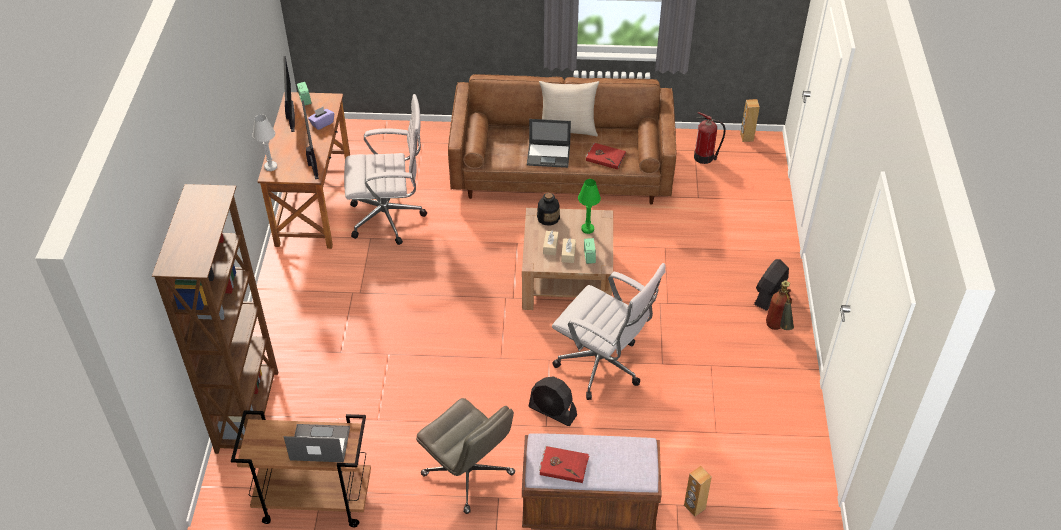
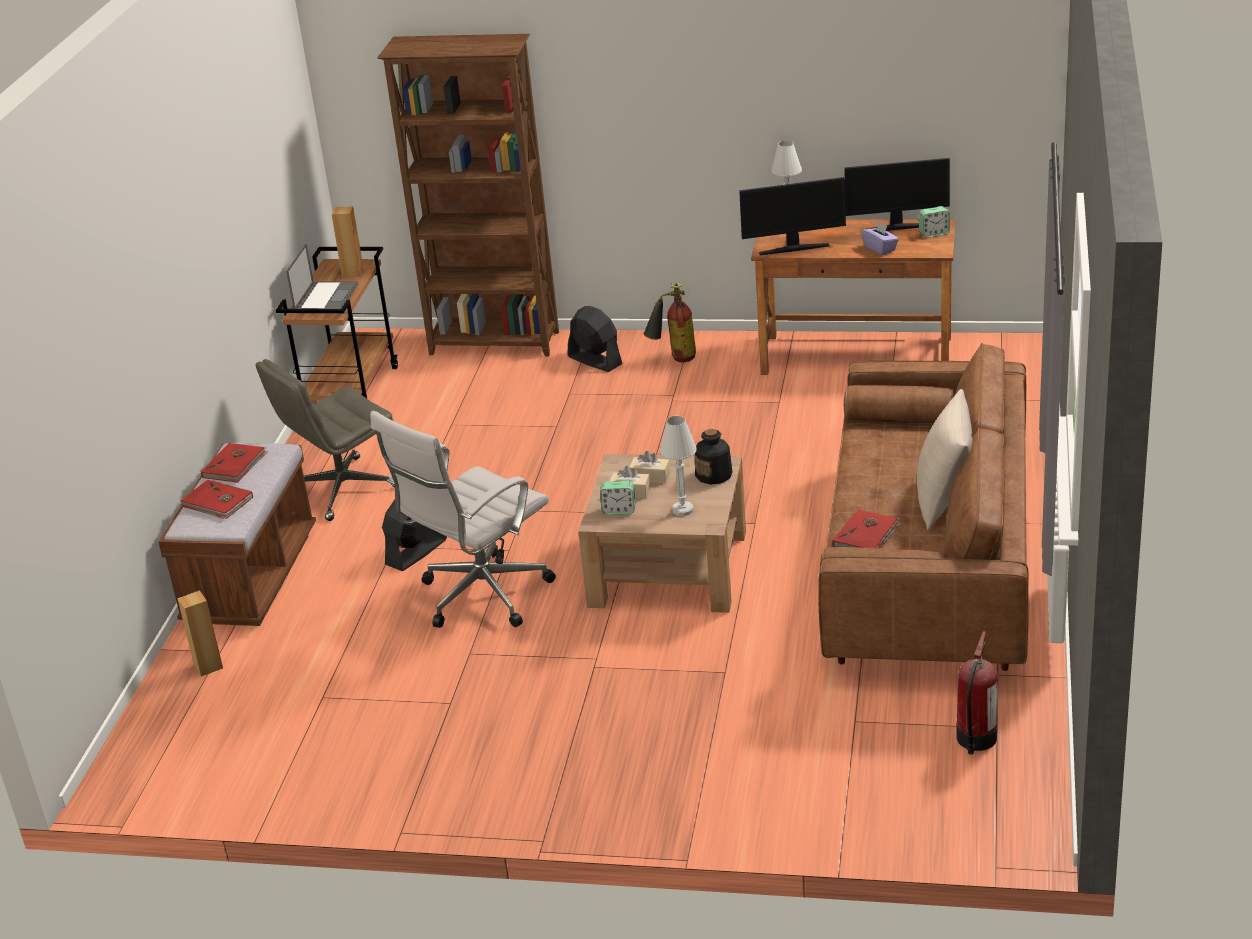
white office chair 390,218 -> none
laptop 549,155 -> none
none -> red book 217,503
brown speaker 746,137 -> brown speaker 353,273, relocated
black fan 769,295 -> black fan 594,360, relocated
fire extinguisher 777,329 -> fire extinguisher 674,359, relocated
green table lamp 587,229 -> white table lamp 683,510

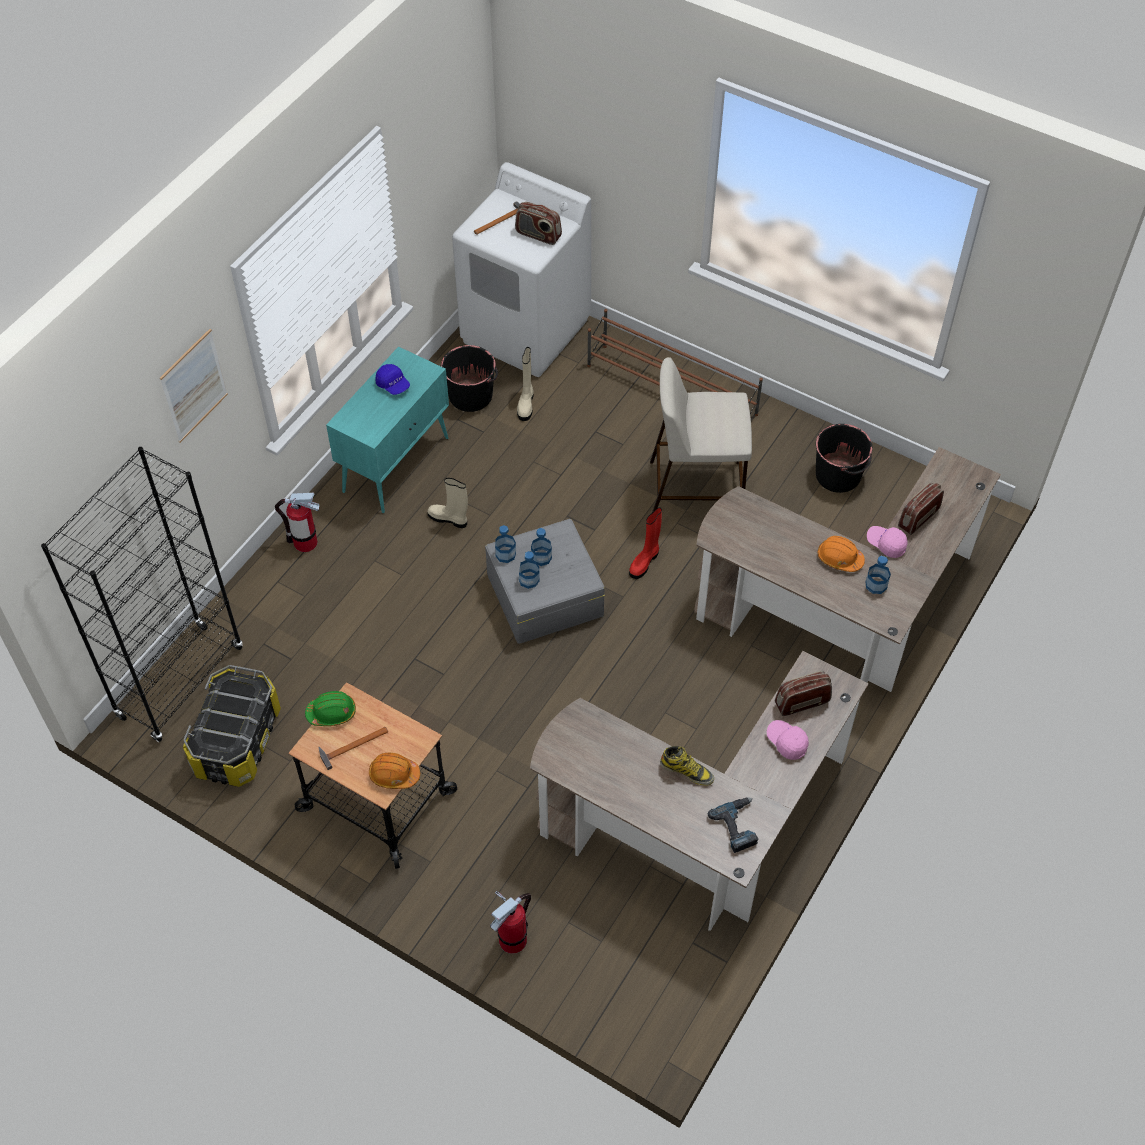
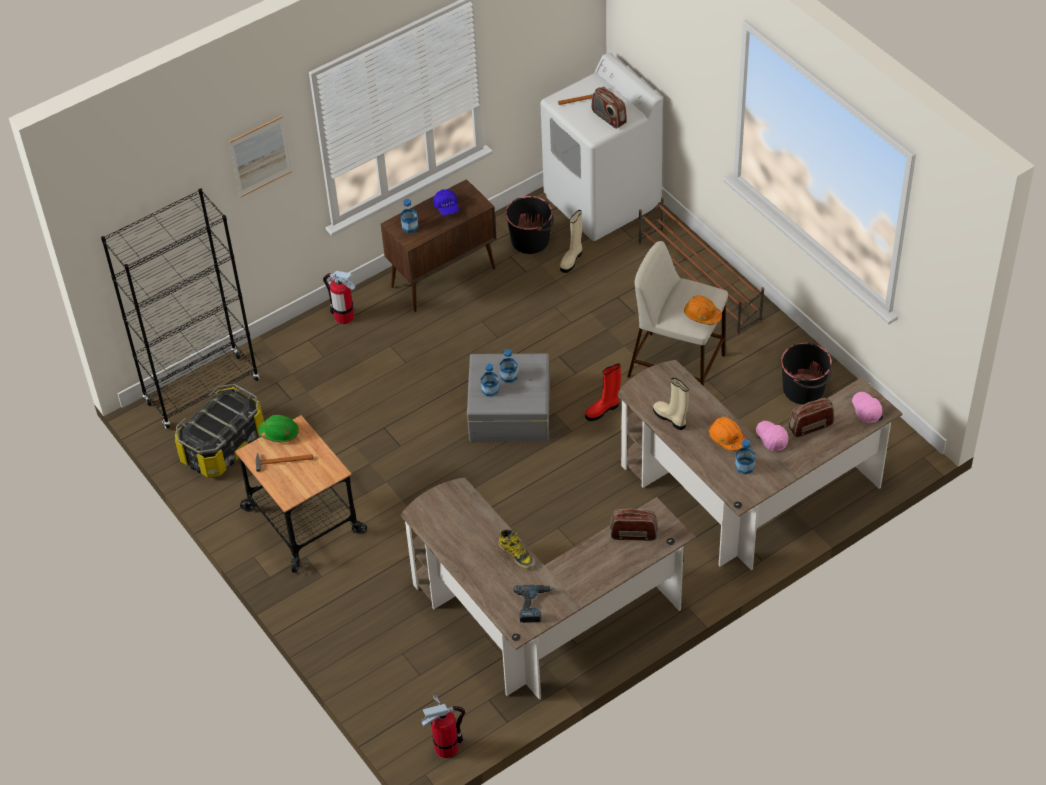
orange hard hat 394,774 -> orange hard hat 702,315, relocated
beige boot 449,519 -> beige boot 671,418, relocated
fire extinguisher 513,939 -> fire extinguisher 446,747, relocated
bottle 505,554 -> bottle 410,227, relocated
pink cap 786,742 -> pink cap 866,410, relocated
turquoise cabinet 396,464 -> brown cabinet 444,277

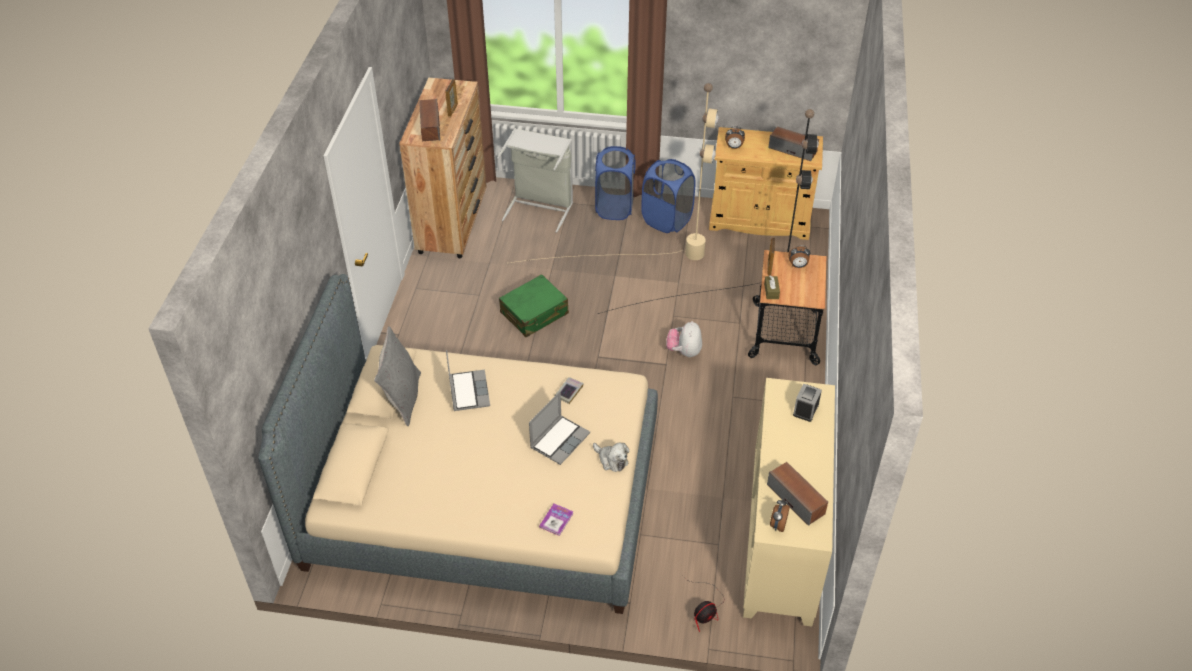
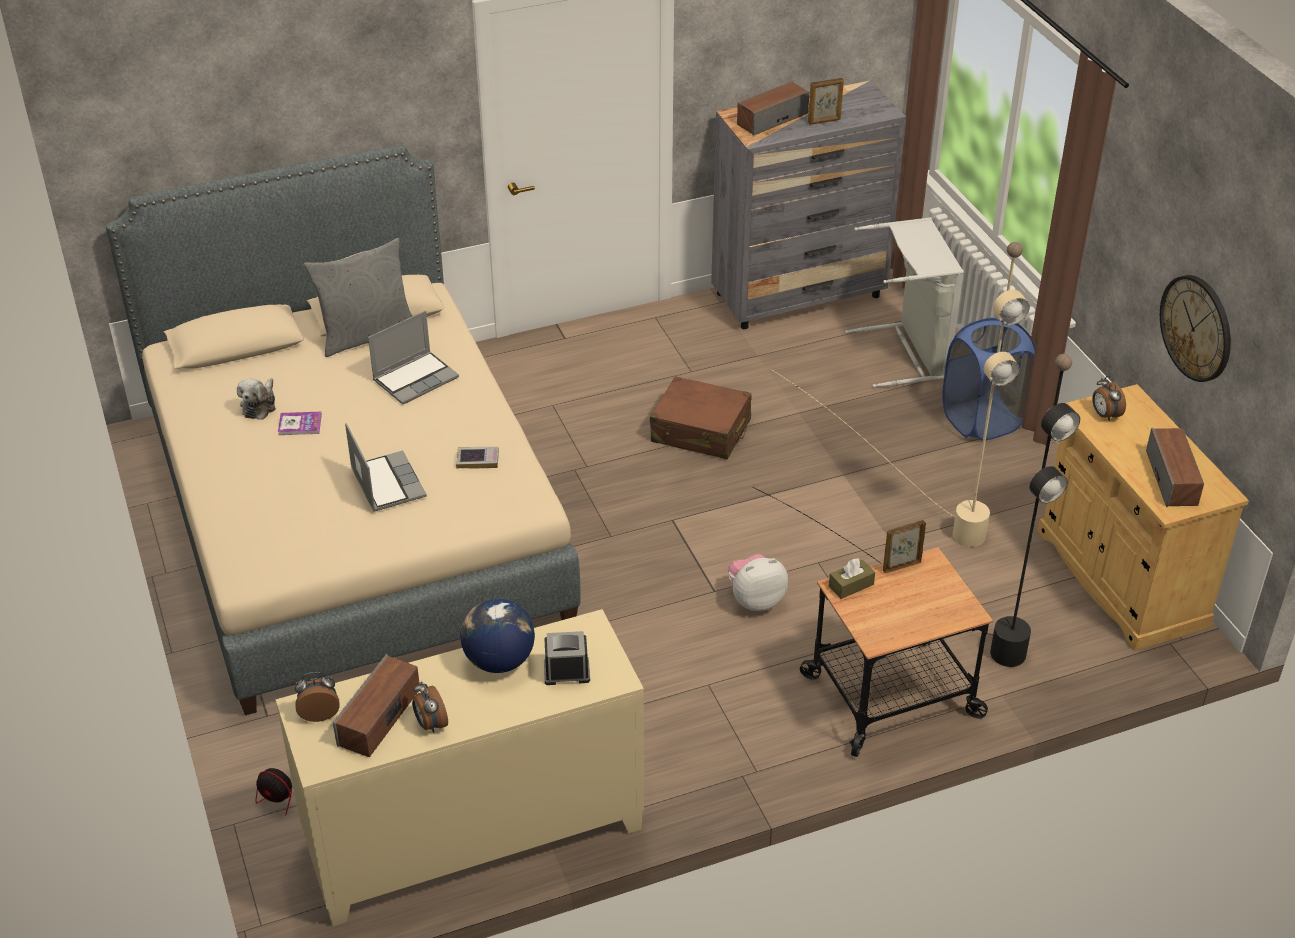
blue laundry basket 667,220 -> none
none -> globe 499,661
none -> wall clock 1196,328
book 556,520 -> book 300,424, relocated
plush toy 611,460 -> plush toy 259,405, relocated
alarm clock 798,266 -> alarm clock 430,724, relocated
brown dresser 452,223 -> grey dresser 800,295
green suitcase 534,313 -> brown suitcase 701,431
laptop 559,440 -> laptop 386,483, 120 degrees counterclockwise

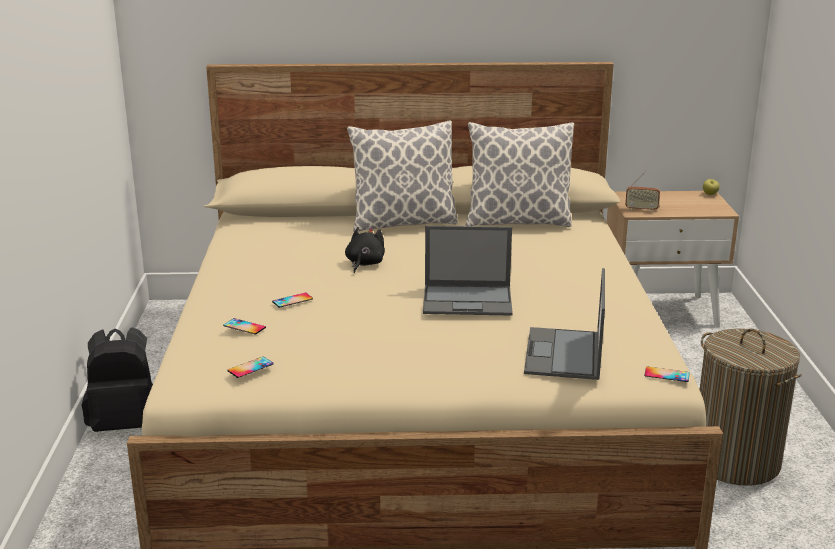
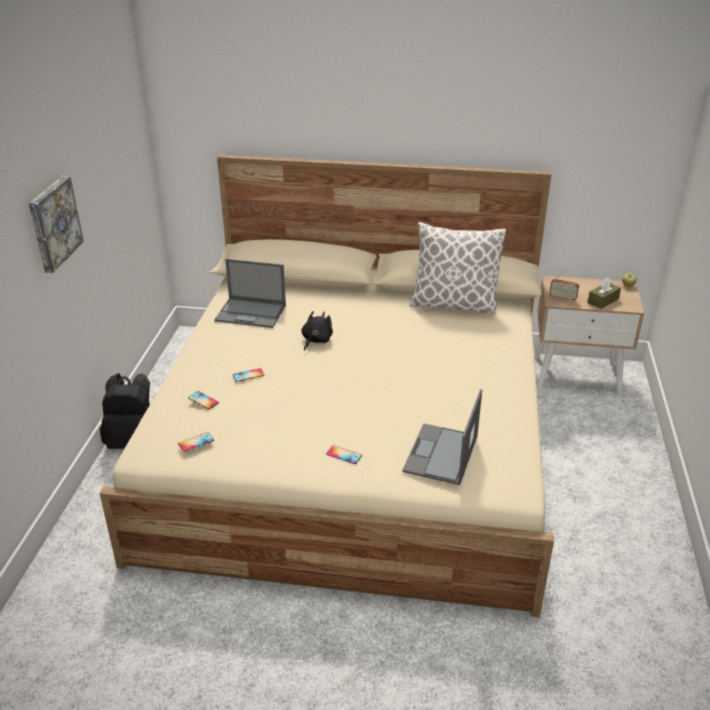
pillow 403,223 -> none
laundry basket 735,461 -> none
none -> picture 53,223
none -> brown tissue box 603,301
laptop 468,300 -> laptop 251,313, relocated
phone 667,374 -> phone 344,455, relocated

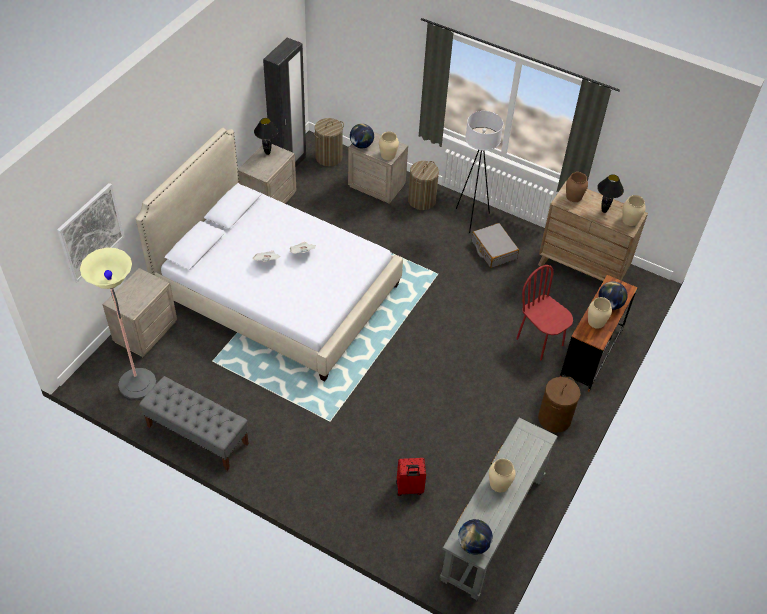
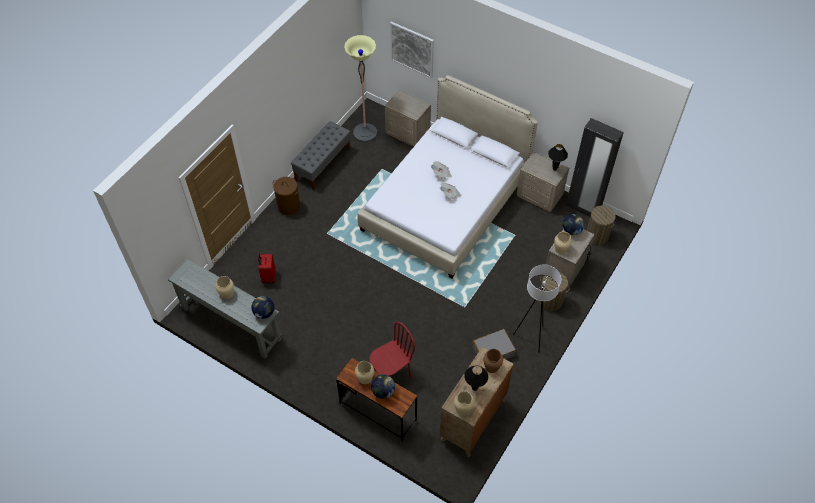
globe 473,544 -> globe 264,313, relocated
brown laundry basket 554,419 -> brown laundry basket 288,206, relocated

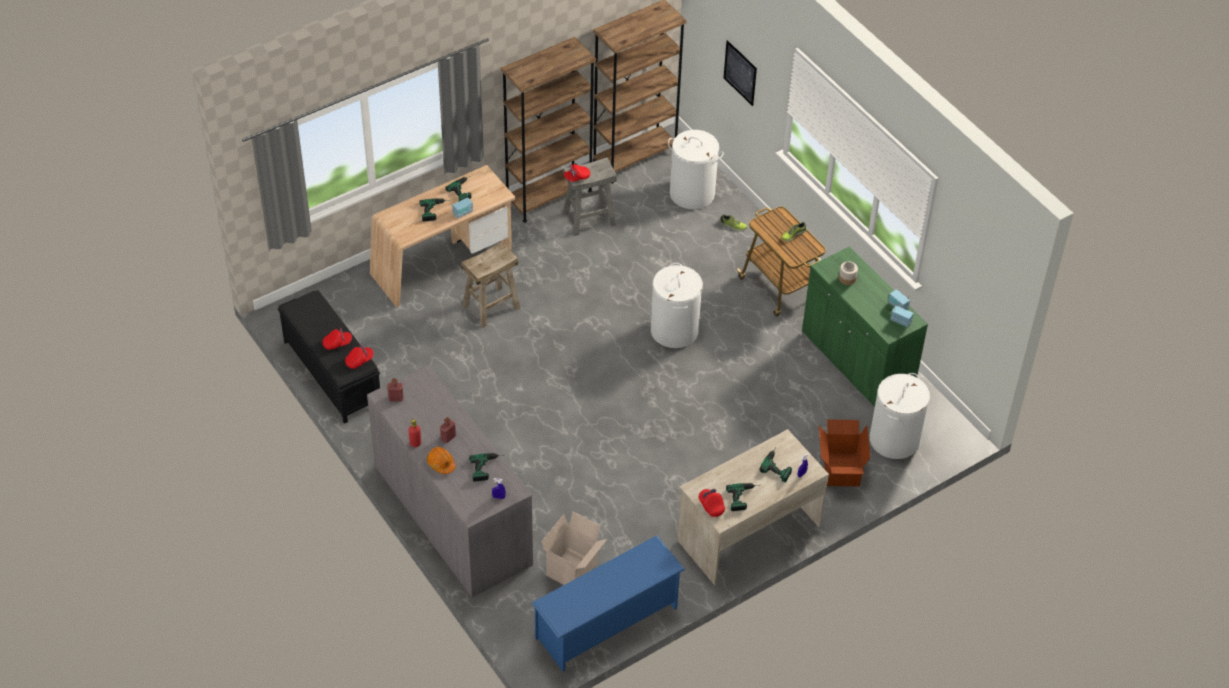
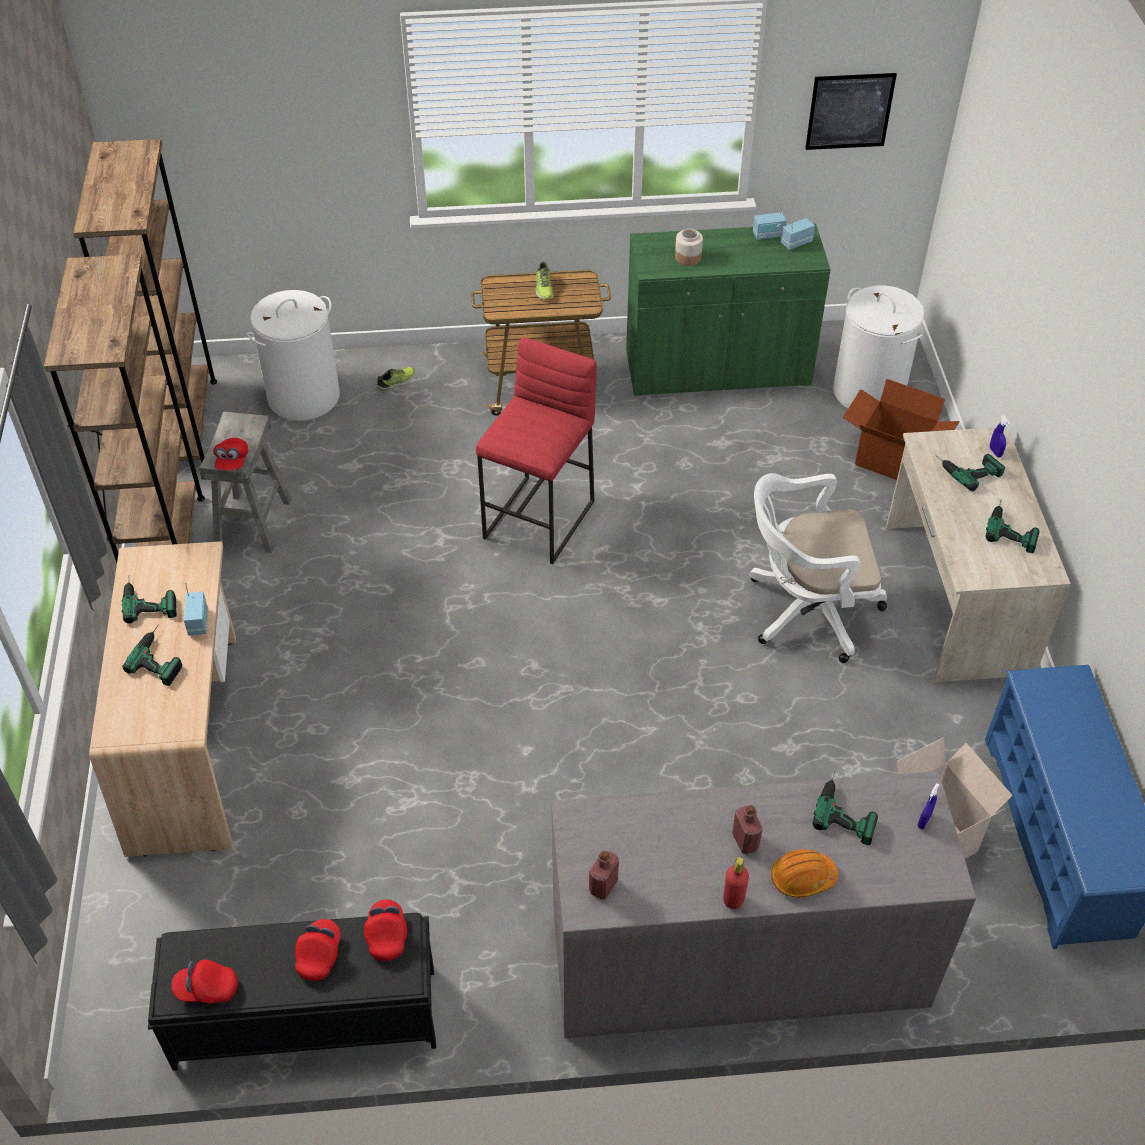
beige stool 491,307 -> none
none -> white office chair 805,610
red cap 711,506 -> red cap 207,989, relocated
picture 740,73 -> picture 849,111, relocated
white laundry basket 674,331 -> red stool 540,520

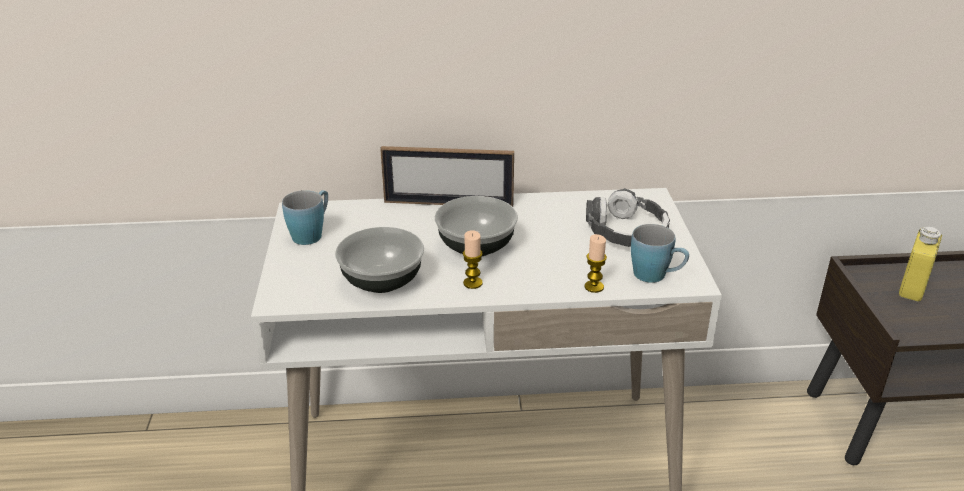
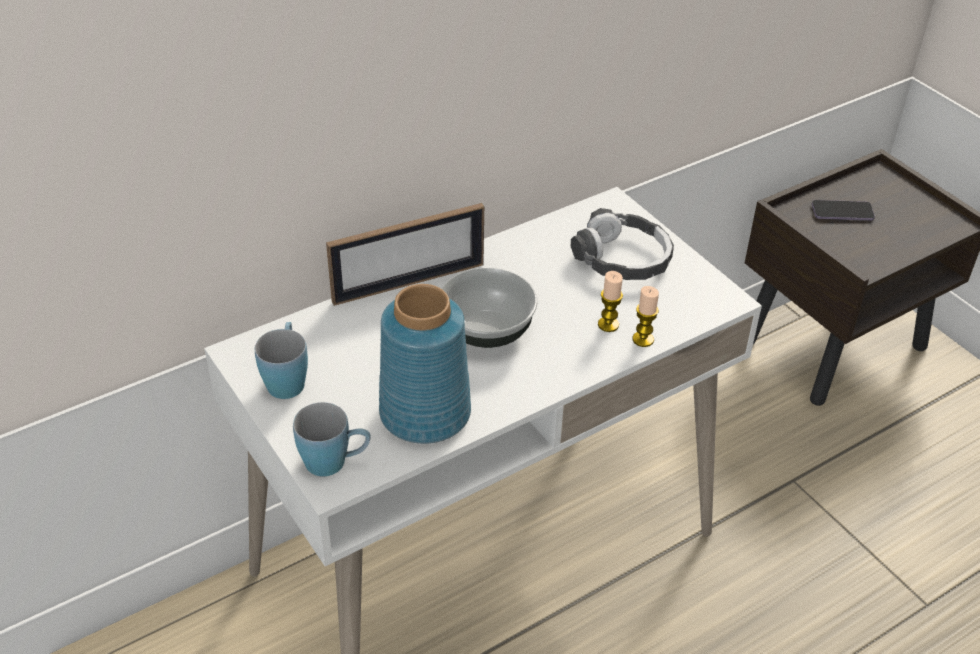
candle 472,283 -> candle 608,324, relocated
blue mug 657,276 -> blue mug 335,462, relocated
bowl 381,280 -> blue vase 424,412
yellow bottle 913,286 -> phone 842,212

